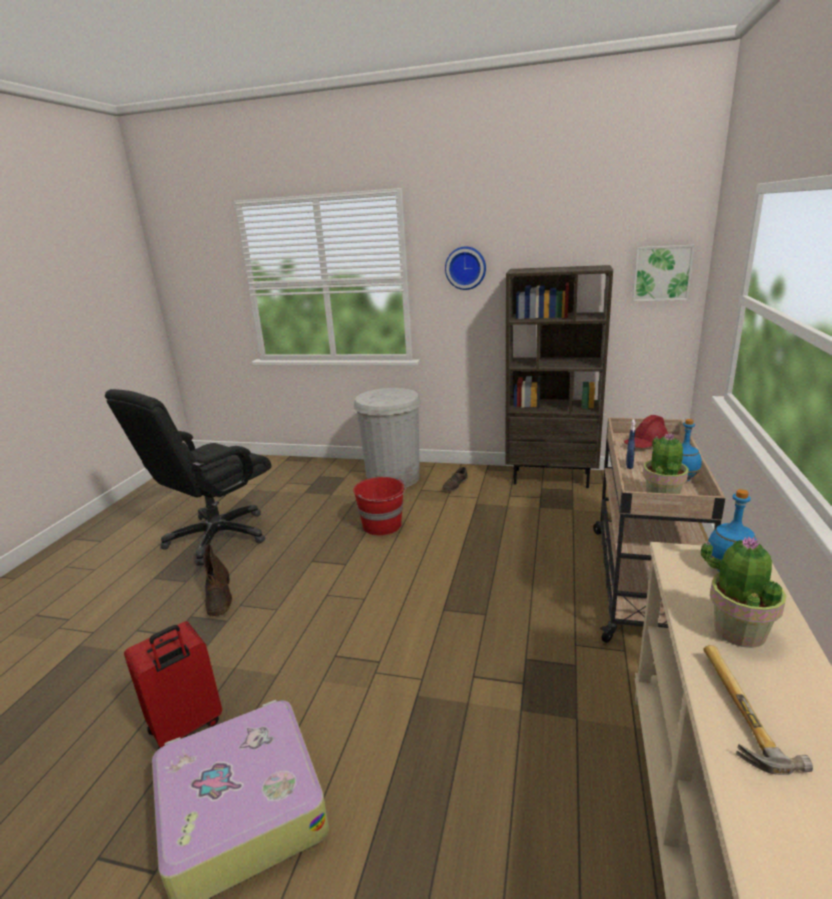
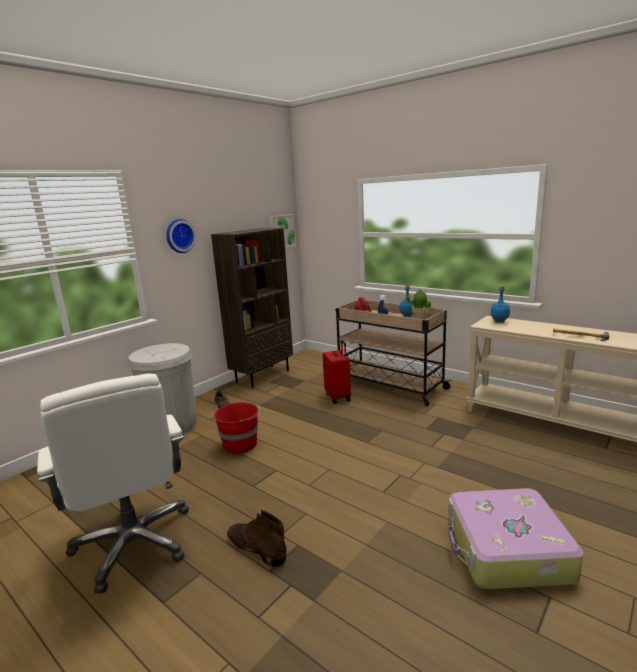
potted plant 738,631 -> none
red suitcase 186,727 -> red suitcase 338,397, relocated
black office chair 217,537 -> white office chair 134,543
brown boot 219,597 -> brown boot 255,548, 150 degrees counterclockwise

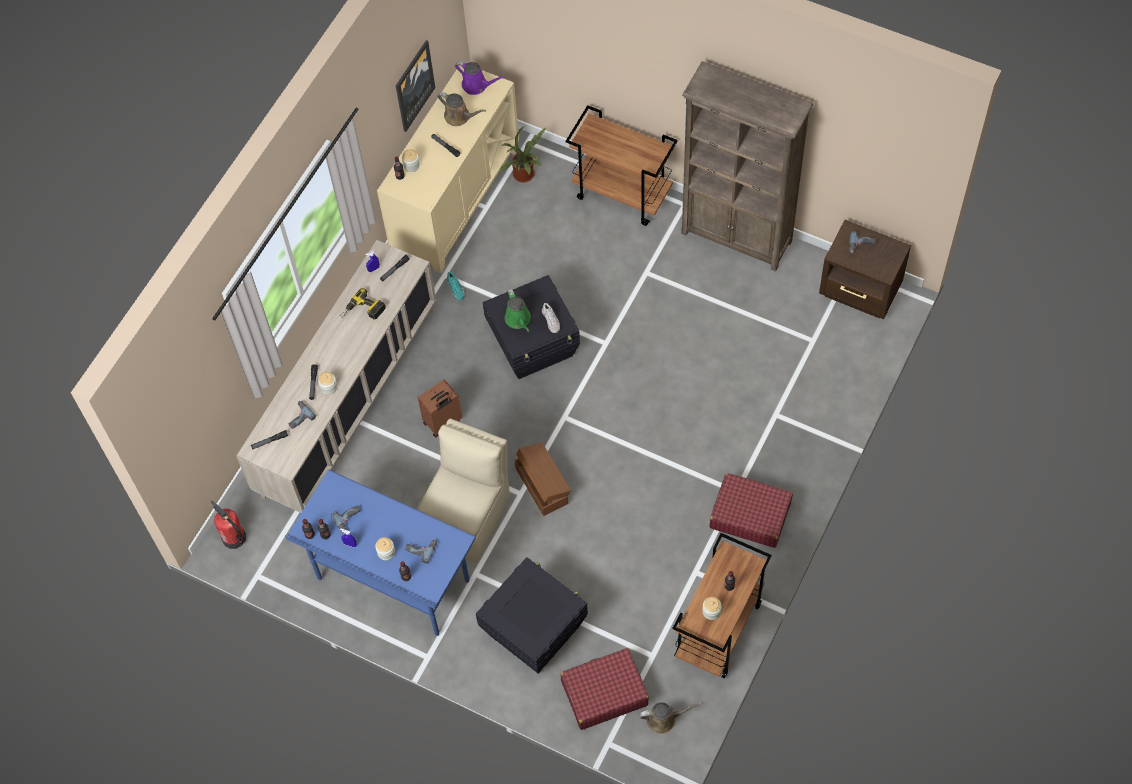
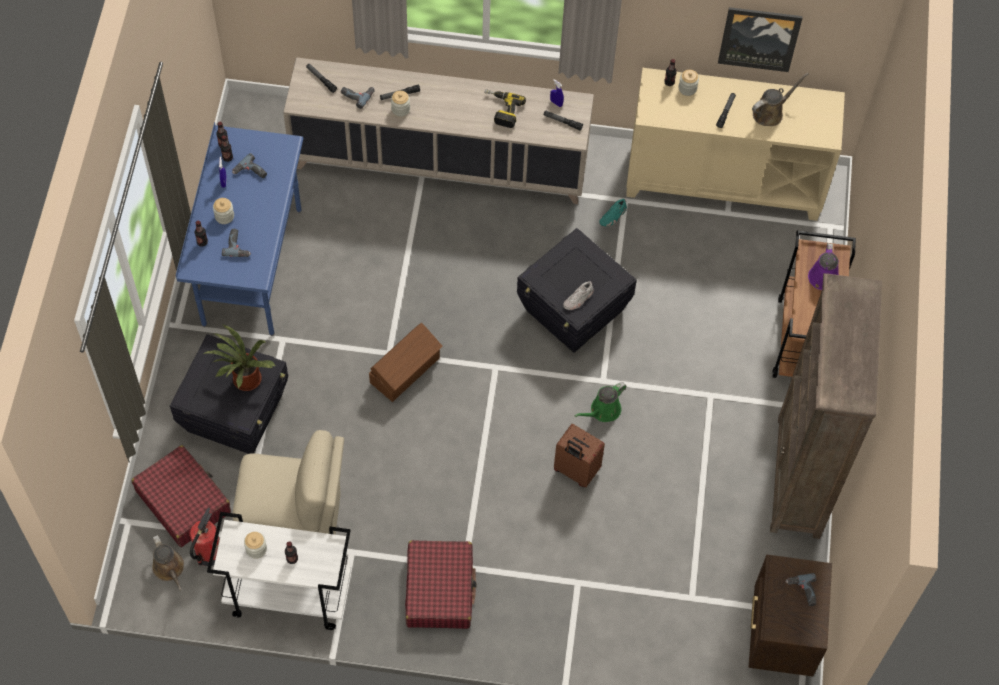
fire extinguisher 234,538 -> fire extinguisher 209,553, relocated
beige chair 467,517 -> beige chair 293,521, relocated
brown suitcase 443,422 -> brown suitcase 575,471, relocated
purple watering can 477,85 -> purple watering can 823,280, relocated
potted plant 525,176 -> potted plant 245,382, relocated
green watering can 518,320 -> green watering can 603,411, relocated
brown cart 718,631 -> white cart 287,595
brown watering can 459,117 -> brown watering can 770,112, 135 degrees counterclockwise

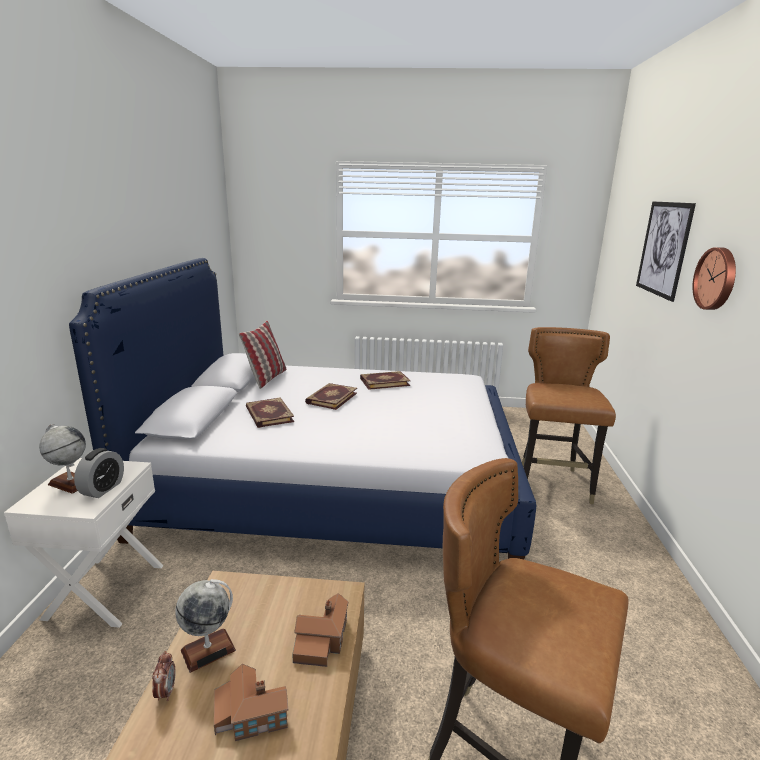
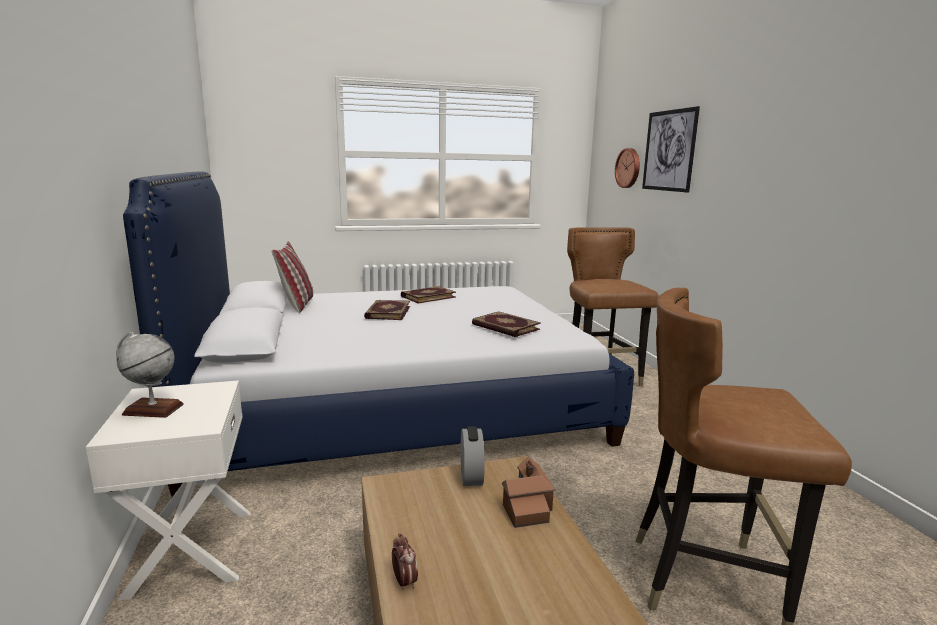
globe 208,650 -> none
toy house 250,714 -> none
alarm clock 103,489 -> alarm clock 471,476, relocated
book 268,415 -> book 505,327, relocated
wall clock 716,279 -> wall clock 628,168, relocated

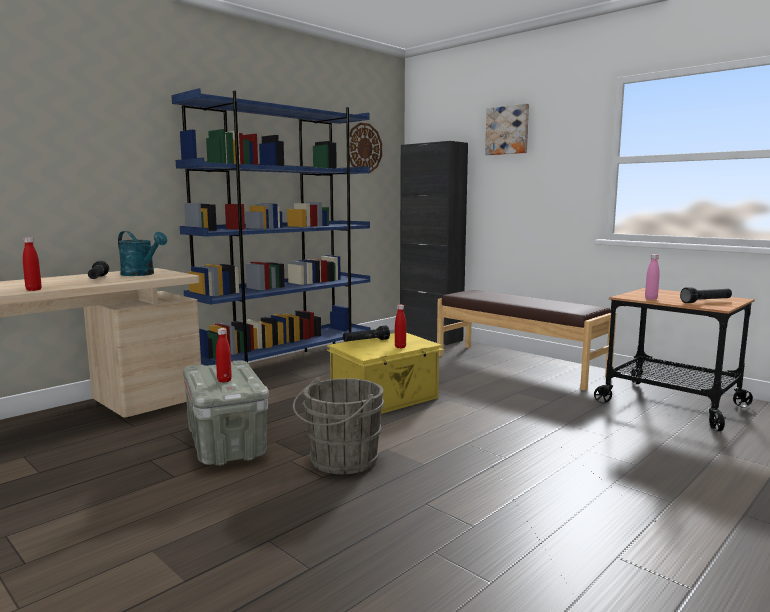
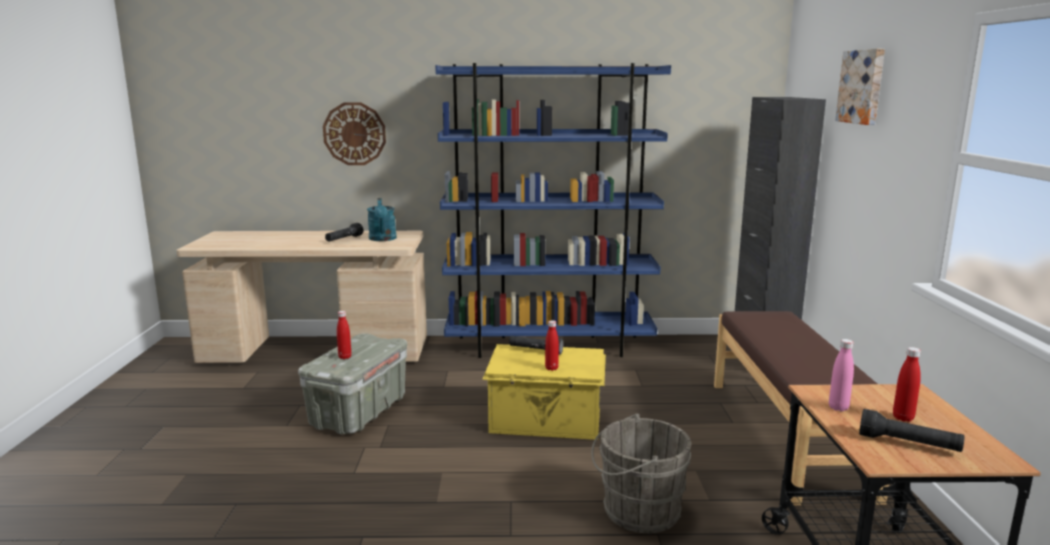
red bottle 33,290 -> red bottle 903,418, relocated
grey bucket 340,461 -> grey bucket 636,511, relocated
wall clock 364,148 -> wall clock 354,134, relocated

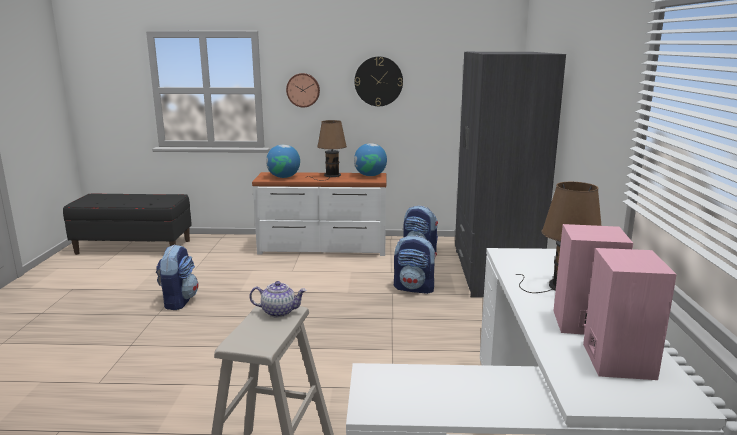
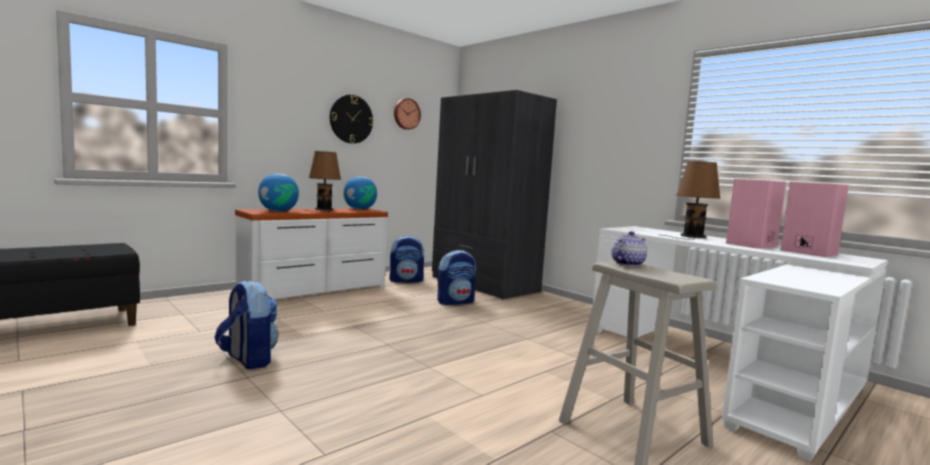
wall clock 303,90 -> wall clock 406,114, relocated

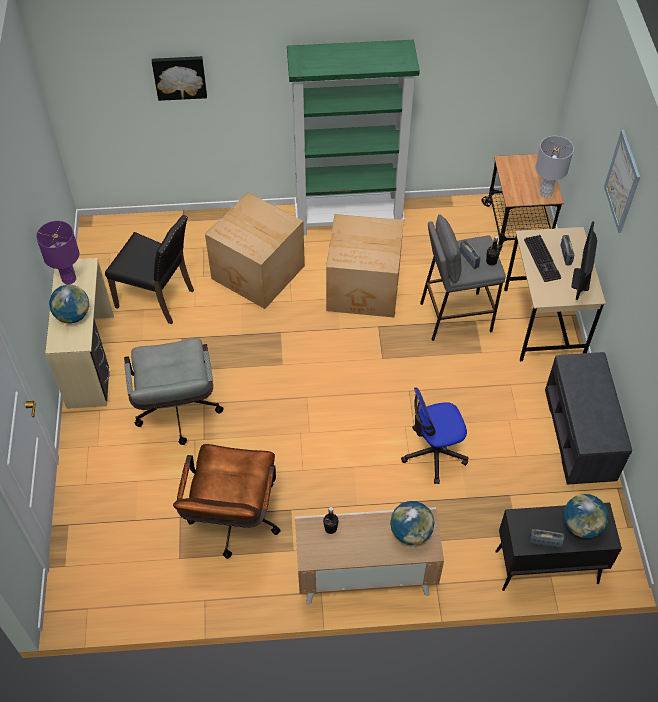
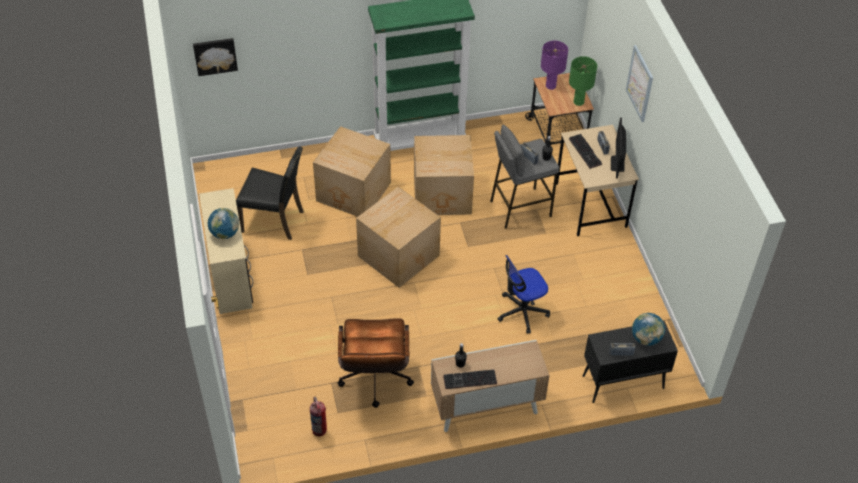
grey office chair 178,415 -> none
globe 411,532 -> none
grey bench 581,435 -> none
none -> fire extinguisher 319,429
none -> cardboard box 397,255
none -> keyboard 469,381
purple table lamp 68,279 -> purple table lamp 550,86, relocated
picture 179,77 -> picture 215,55, relocated
grey table lamp 546,192 -> green table lamp 578,102

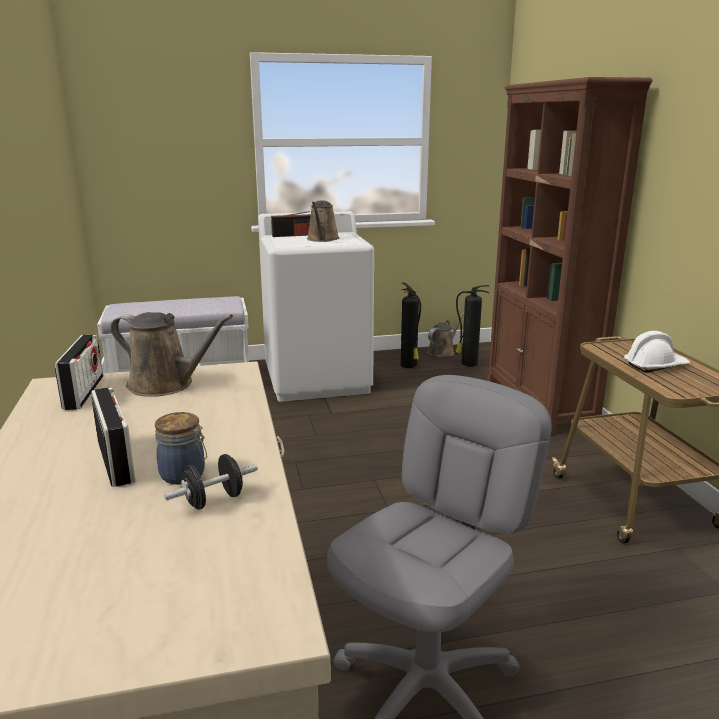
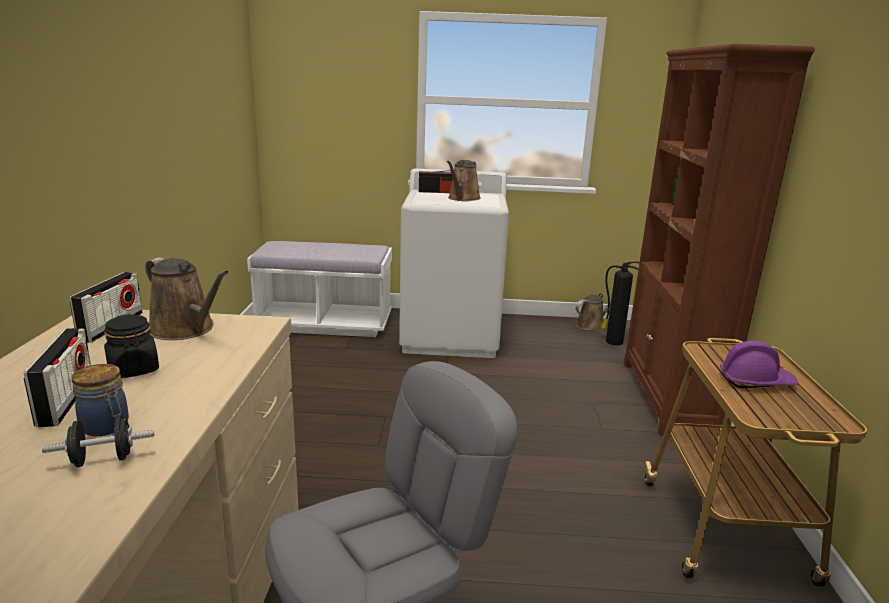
fire extinguisher 409,365 -> none
none -> black jar 133,369
white hard hat 655,366 -> purple hard hat 756,382

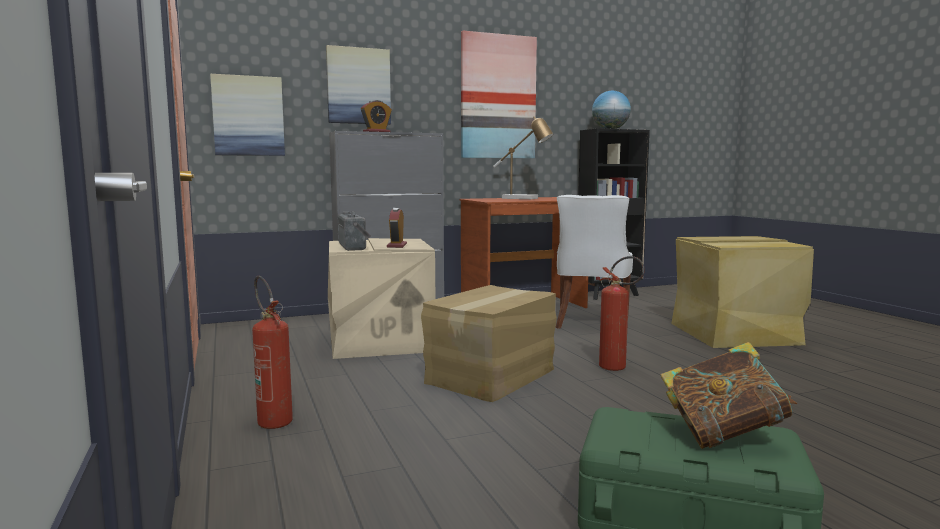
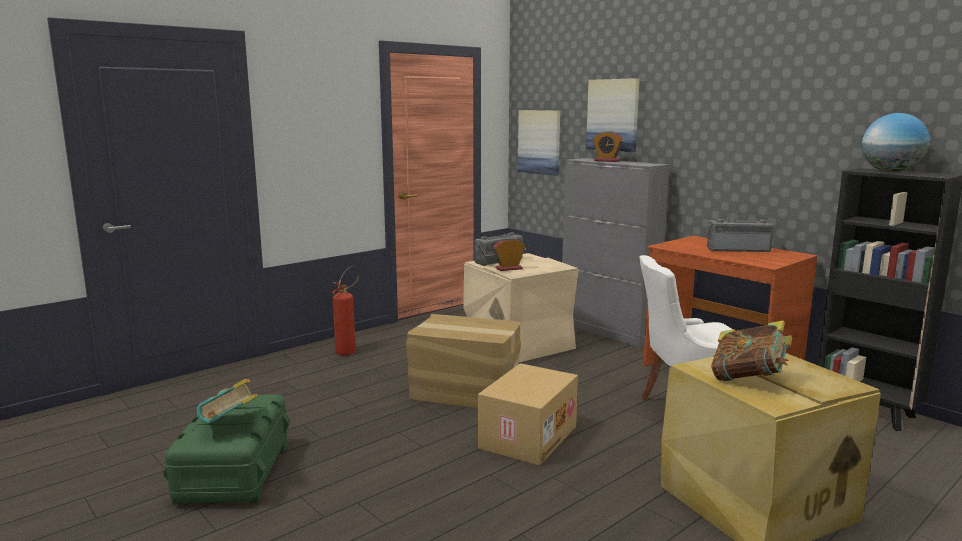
picture 498,97 -> none
none -> book 748,379
table lamp 524,198 -> radio 737,249
fire extinguisher 618,368 -> cardboard box 527,436

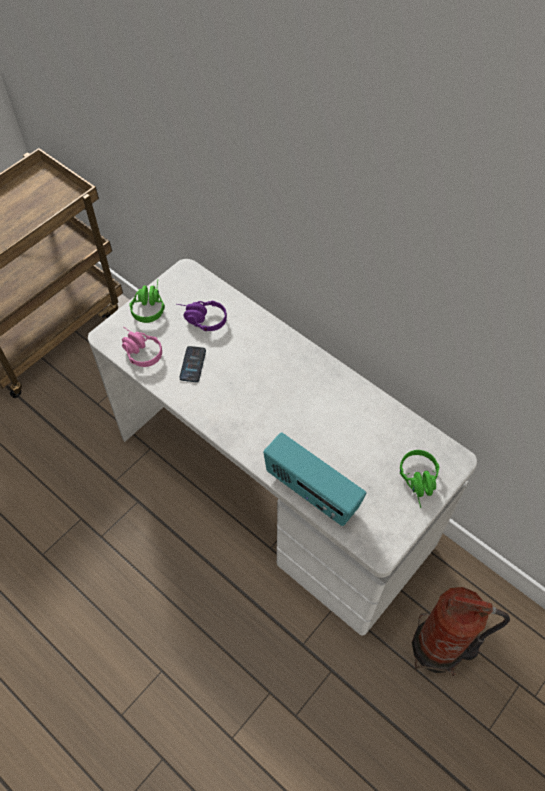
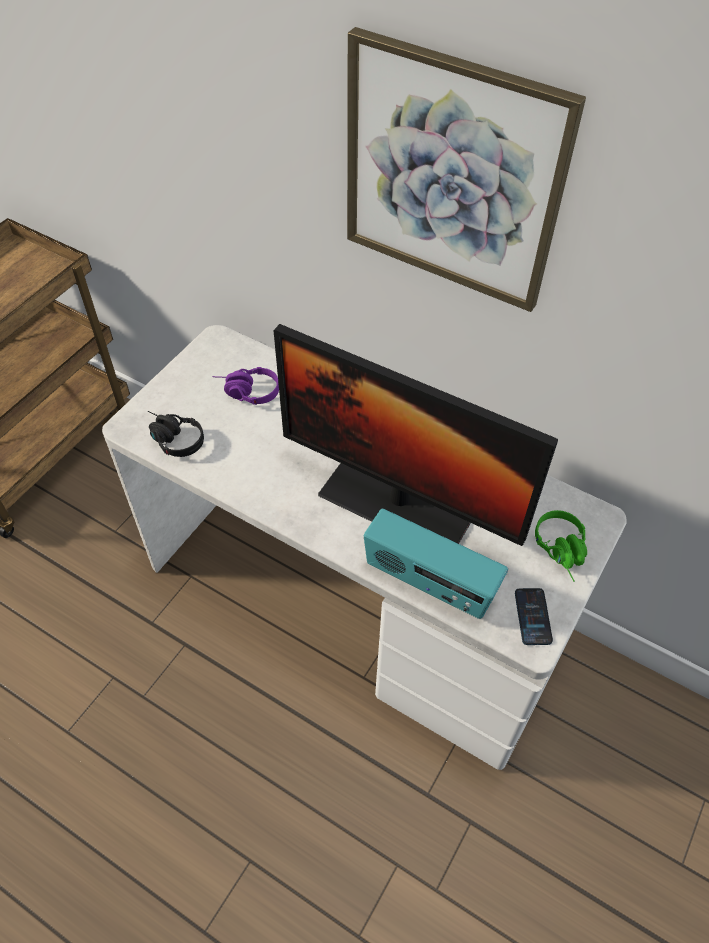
green headphones 149,305 -> none
fire extinguisher 440,648 -> none
none -> monitor 397,502
none -> picture 451,175
phone 192,364 -> phone 533,617, relocated
pink headphones 138,350 -> black headphones 172,439

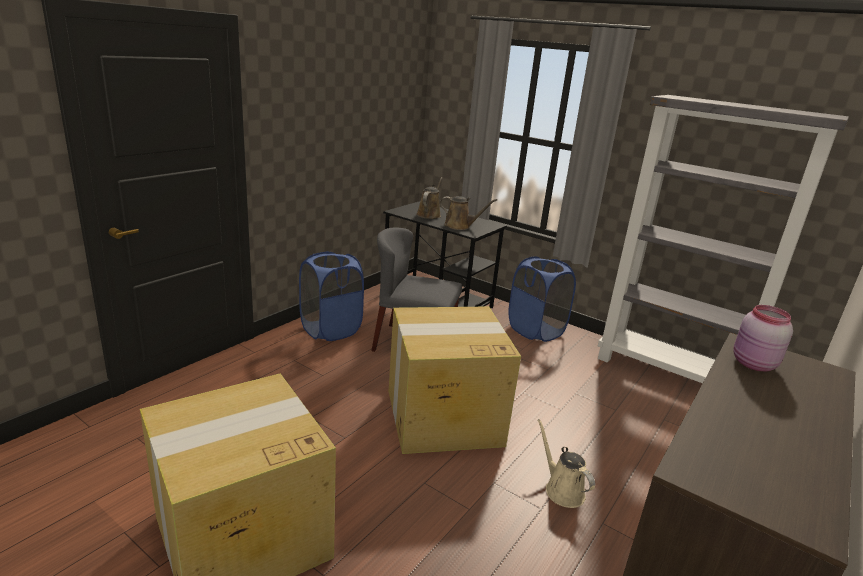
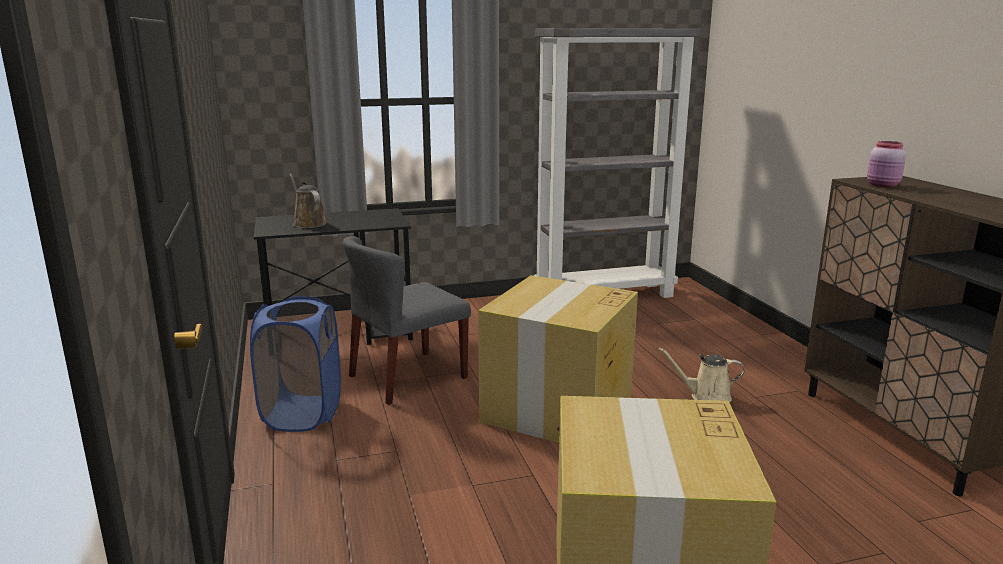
brown watering can 460,226 -> none
blue laundry basket 535,330 -> none

